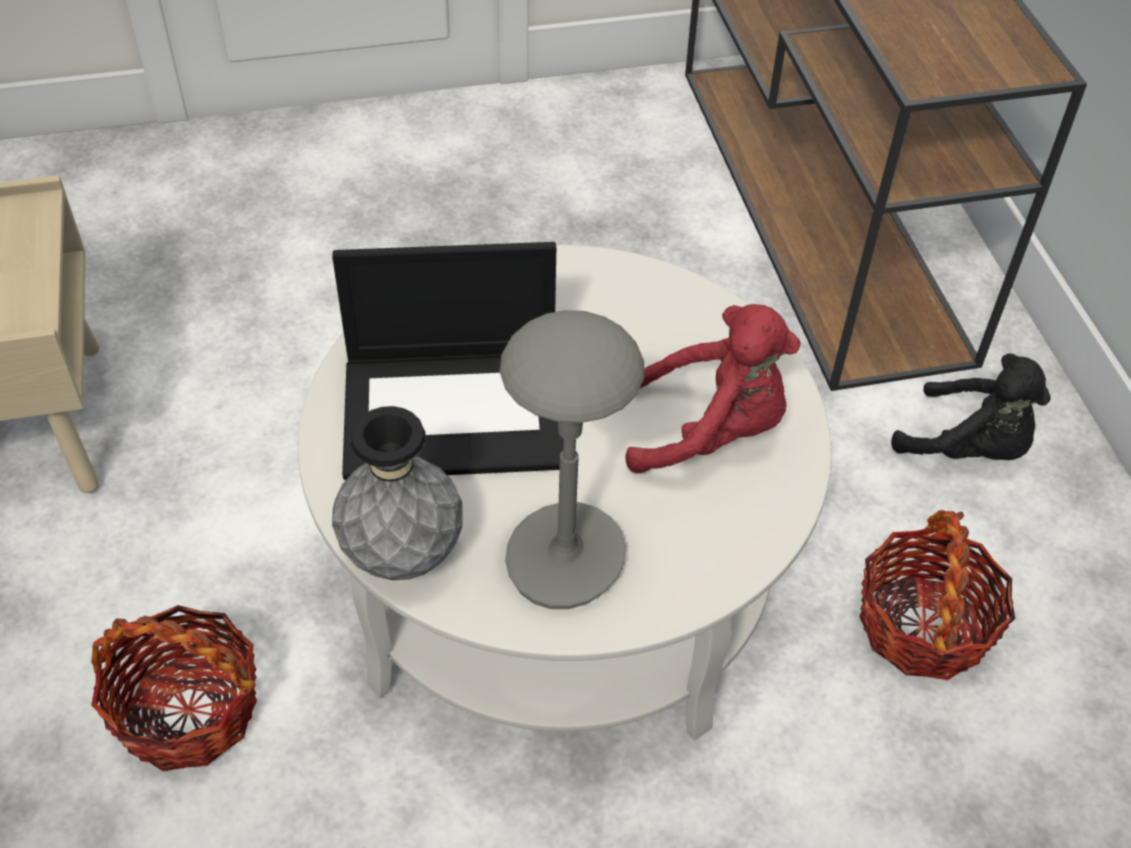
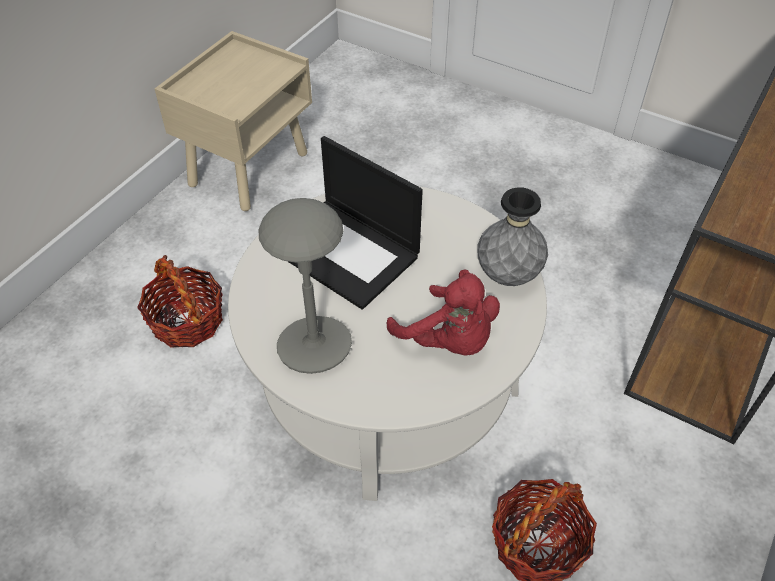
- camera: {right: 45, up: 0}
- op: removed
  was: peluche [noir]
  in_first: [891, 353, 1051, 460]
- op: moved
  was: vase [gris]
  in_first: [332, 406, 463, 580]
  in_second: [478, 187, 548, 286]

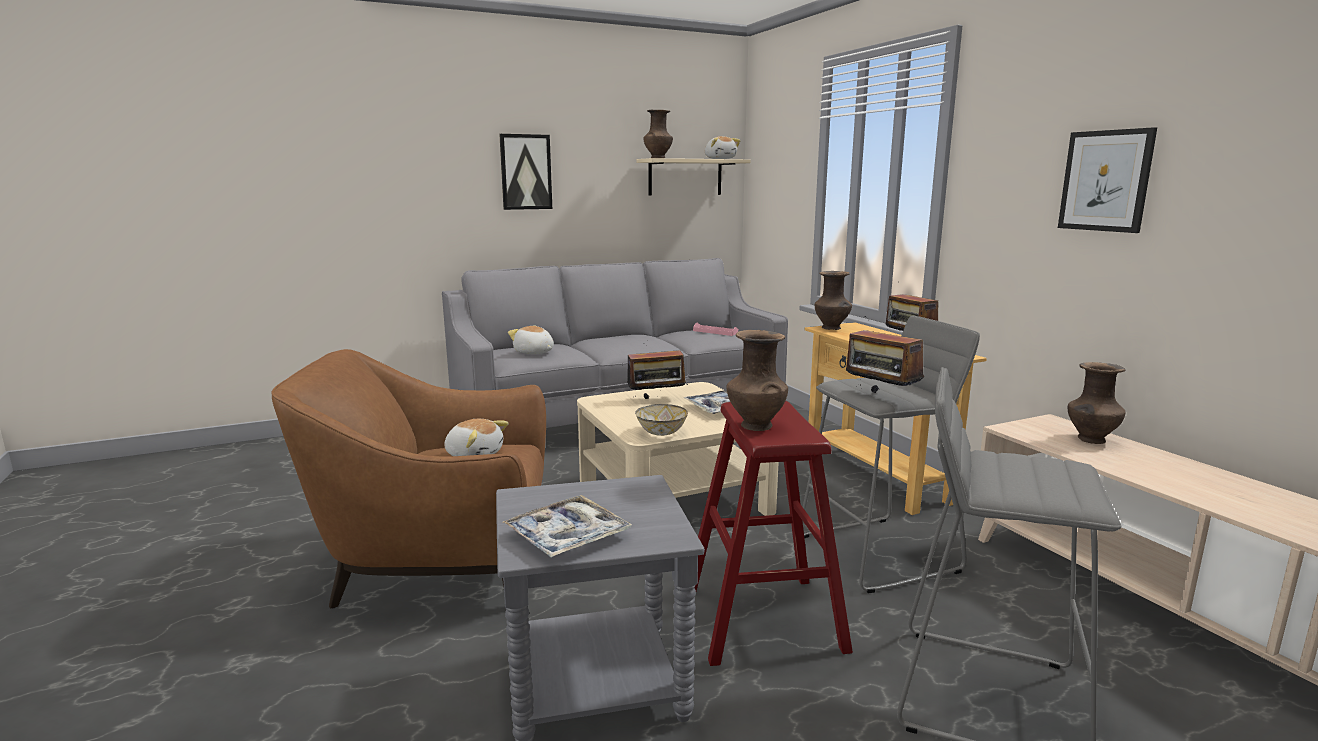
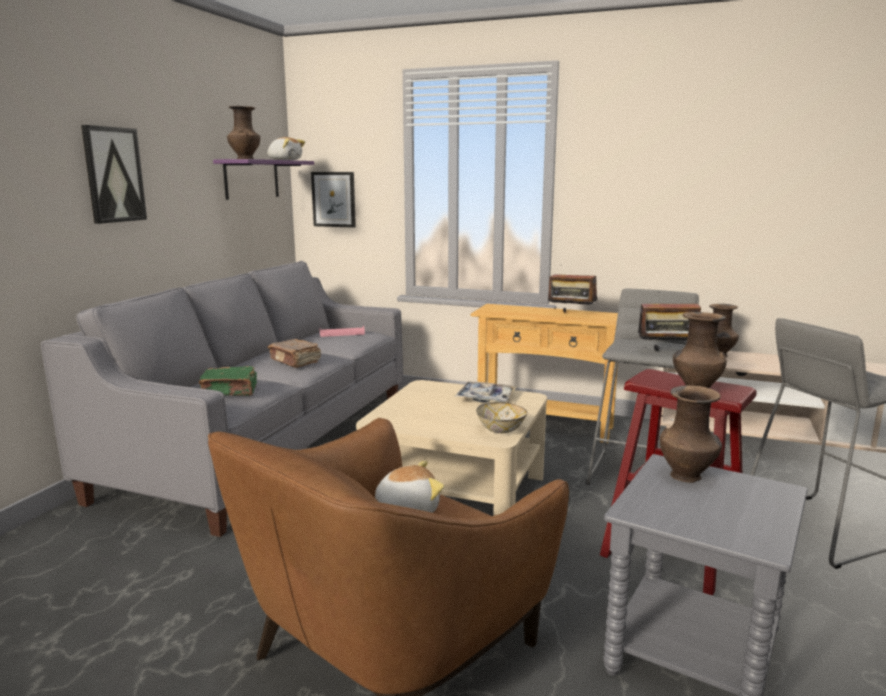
- camera: {right: -45, up: 0}
- op: moved
  was: tableau
  in_first: [1058, 127, 1157, 233]
  in_second: [311, 172, 356, 228]
- op: recoloured
  was: étagère [beige]
  now: étagère [violet]
  in_first: [636, 158, 751, 196]
  in_second: [213, 159, 314, 200]
- op: moved
  was: vase [marron]
  in_first: [815, 271, 852, 330]
  in_second: [660, 385, 722, 483]
- op: replaced
  was: peluche
  now: livre [vert]
  in_first: [508, 325, 554, 354]
  in_second: [199, 366, 257, 396]
- op: removed
  was: radio
  in_first: [627, 343, 689, 399]
- op: removed
  was: plateau
  in_first: [502, 495, 632, 557]
- op: added
  now: livre [marron]
  in_second: [268, 339, 321, 368]

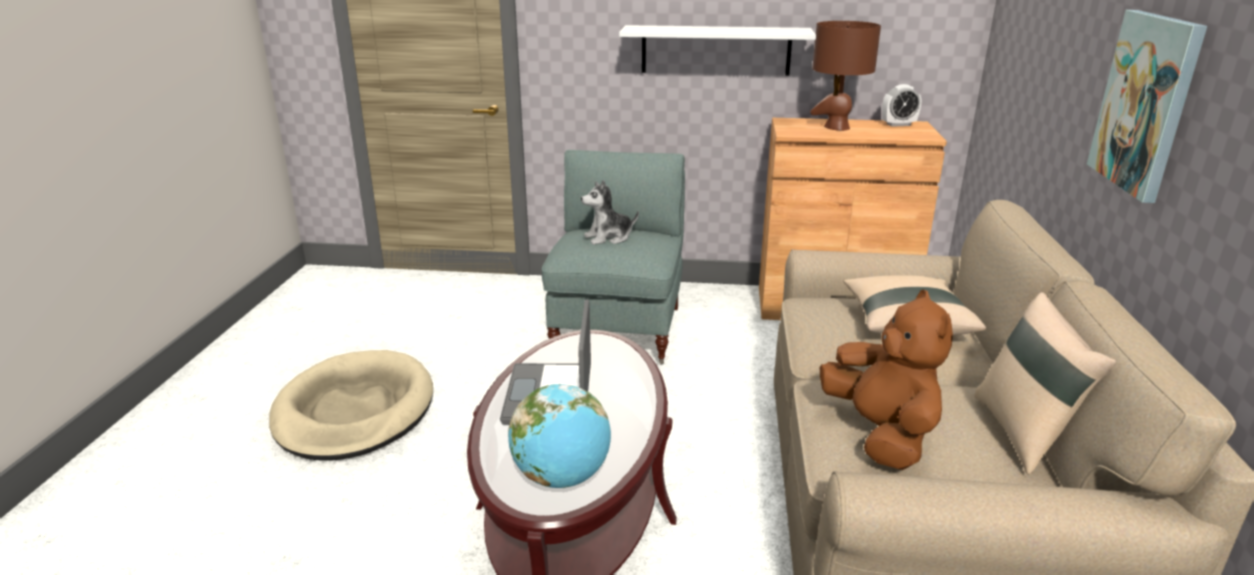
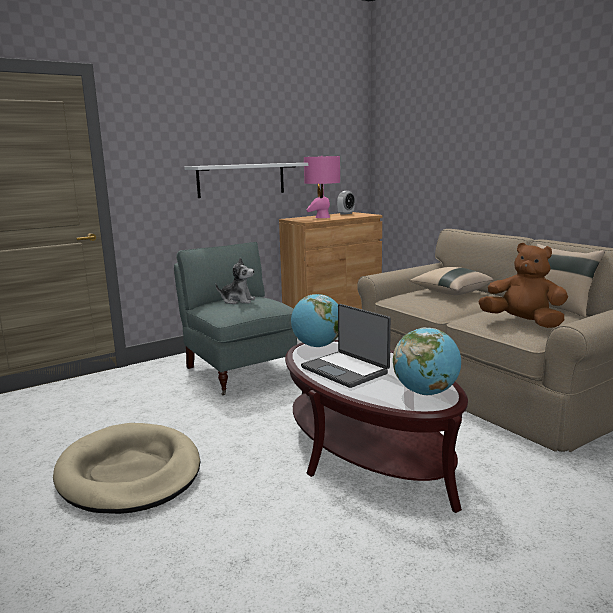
- camera: {right: -40, up: -10}
- op: removed
  was: tableau
  in_first: [1087, 10, 1207, 203]
- op: recoloured
  was: lampe de table [marron]
  now: lampe de table [rose]
  in_first: [810, 21, 881, 131]
  in_second: [304, 156, 340, 218]
- op: turned
  was: peluche
  in_first: [581, 180, 639, 245]
  in_second: [215, 257, 255, 304]
  clockwise: -105
- op: added
  now: globe
  in_second: [291, 294, 338, 347]

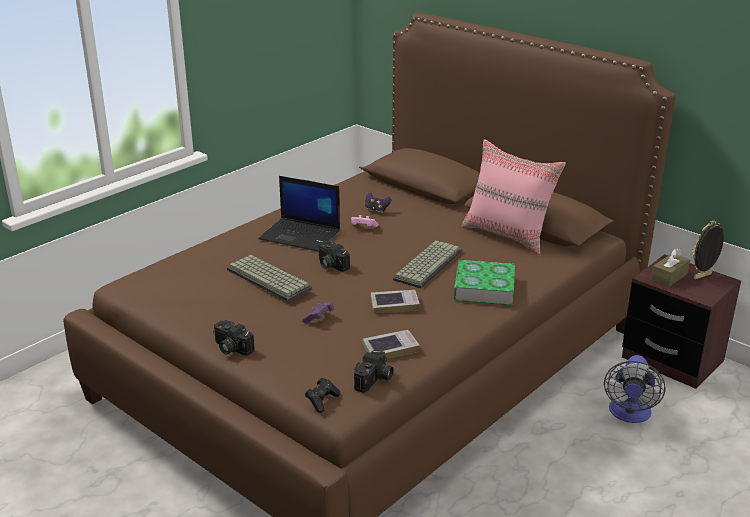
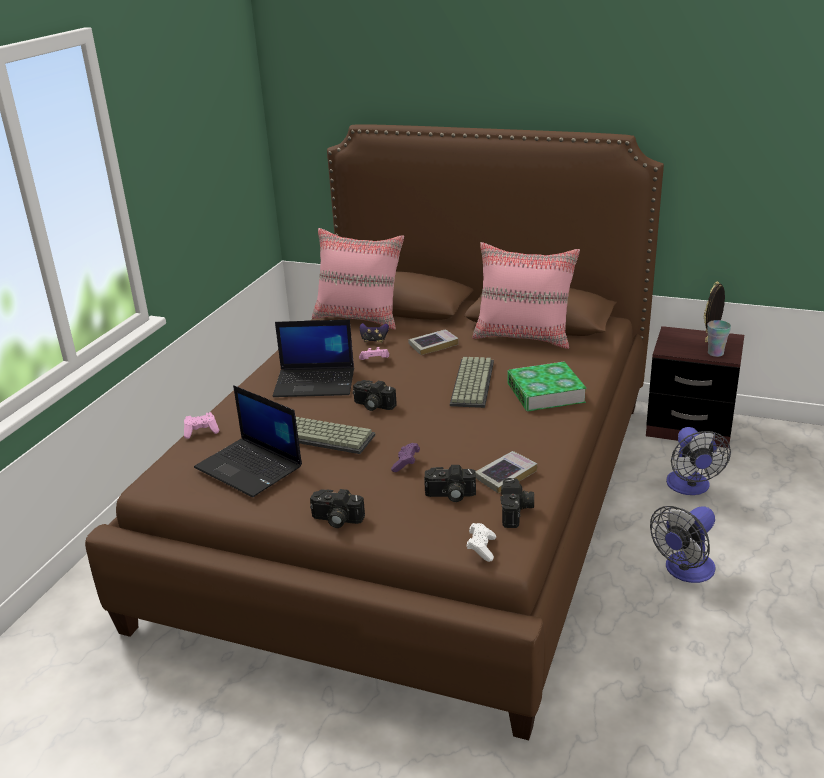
- camera: {right: -20, up: 0}
- op: removed
  was: boîte à mouchoirs [marron]
  in_first: [651, 249, 690, 287]
- op: moved
  was: livre
  in_first: [371, 290, 420, 313]
  in_second: [409, 329, 458, 355]
- op: recoloured
  was: manette [noir]
  now: manette [blanc]
  in_first: [305, 378, 341, 413]
  in_second: [467, 523, 496, 562]
- op: added
  now: coussin [rose]
  in_second: [312, 228, 404, 330]
- op: added
  now: tasse
  in_second: [707, 320, 731, 357]
- op: added
  now: ordinateur portable
  in_second: [194, 385, 302, 497]
- op: added
  now: manette [rose]
  in_second: [184, 412, 219, 439]
- op: added
  now: appareil photo
  in_second: [424, 465, 476, 502]
- op: added
  now: ventilateur
  in_second: [650, 506, 715, 583]

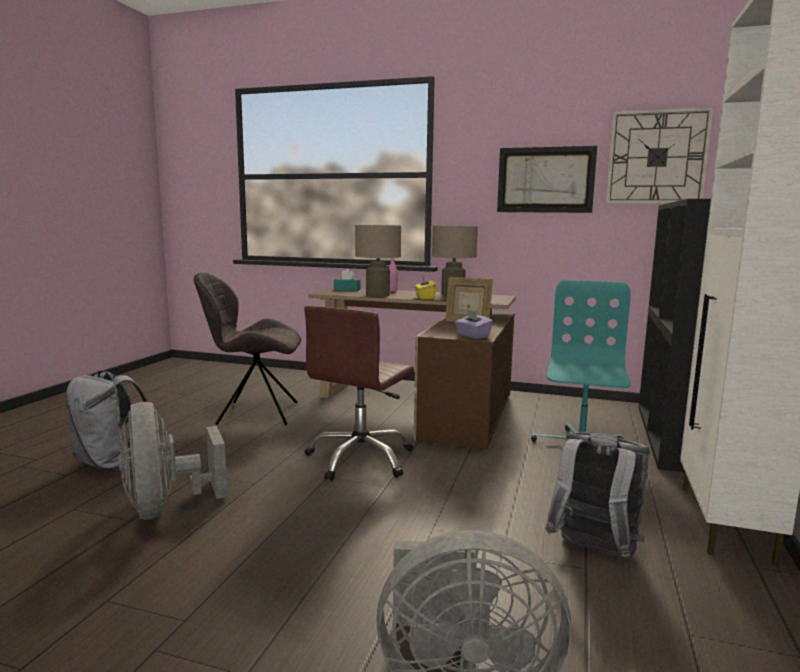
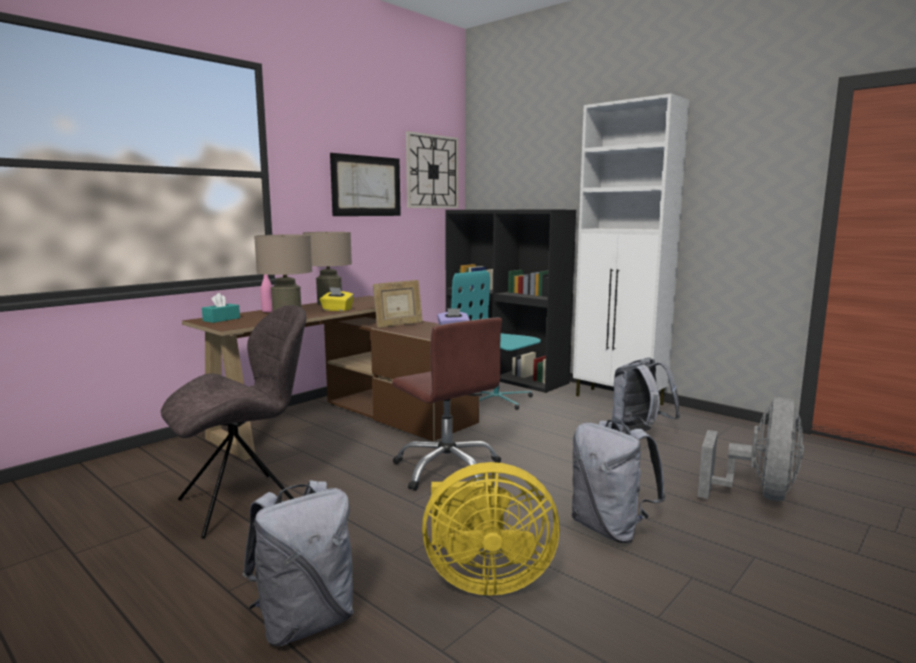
- camera: {right: -65, up: 0}
- op: turned
  was: chaise [gris]
  in_first: [194, 272, 301, 425]
  in_second: [161, 305, 306, 539]
  clockwise: -150
- op: recoloured
  was: ventilateur [gris]
  now: ventilateur [jaune]
  in_first: [118, 402, 227, 520]
  in_second: [422, 462, 560, 595]
- op: added
  now: sac à dos [gris]
  in_second: [572, 420, 666, 543]

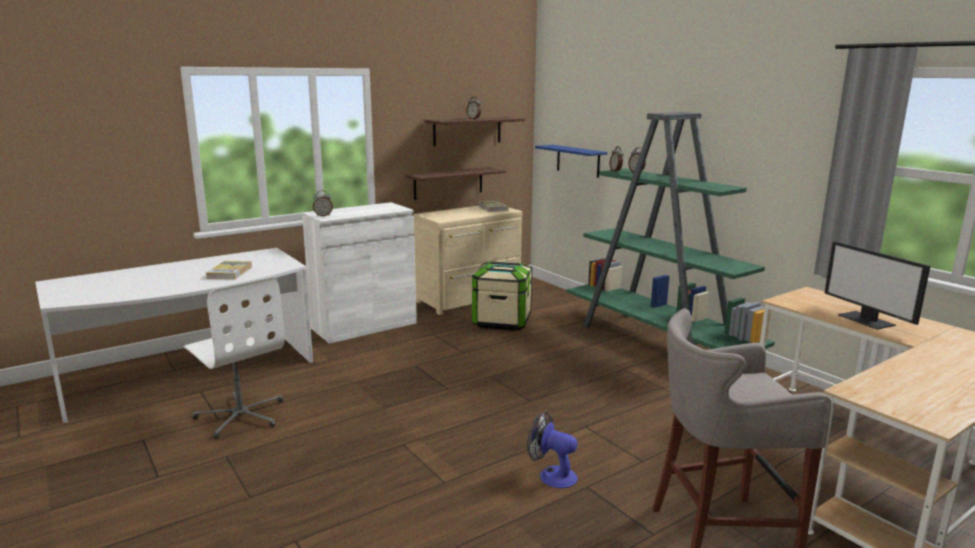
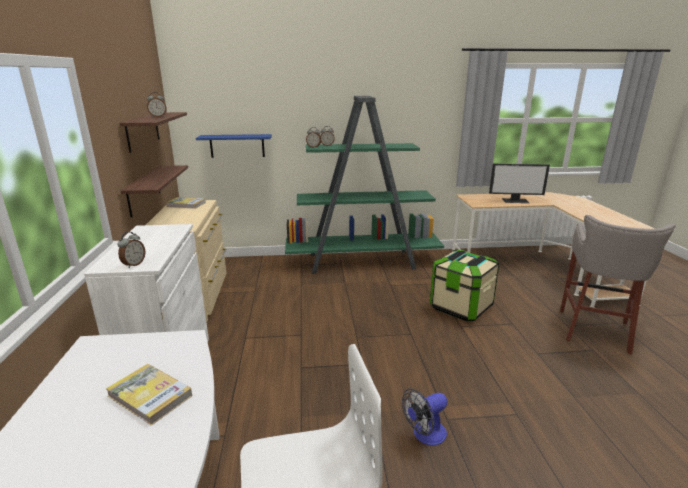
- camera: {right: -60, up: 5}
- op: moved
  was: boîte de rangement
  in_first: [472, 261, 532, 331]
  in_second: [430, 250, 499, 321]
- op: moved
  was: ventilateur
  in_first: [527, 412, 578, 488]
  in_second: [402, 389, 447, 446]

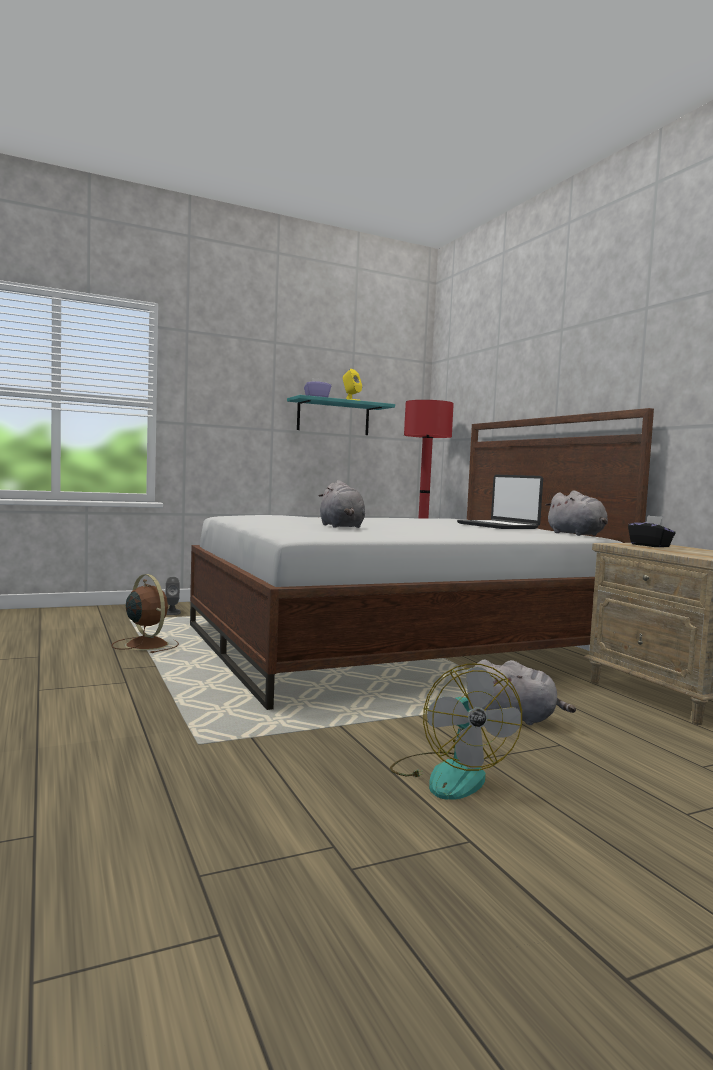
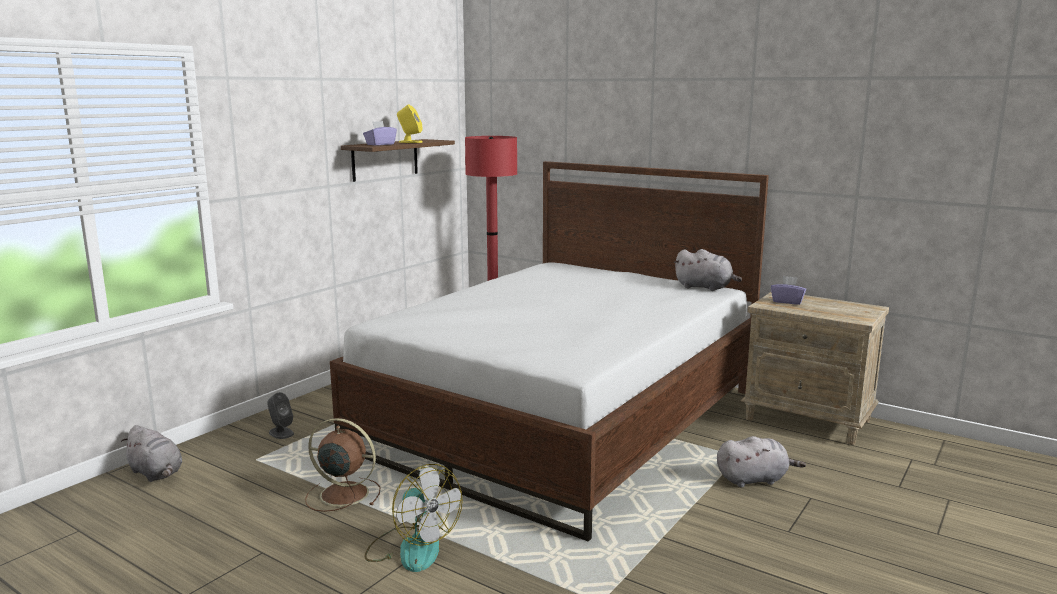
- camera: {right: -30, up: 10}
- op: recoloured
  was: étagère [turquoise]
  now: étagère [marron]
  in_first: [287, 395, 395, 435]
  in_second: [340, 139, 455, 182]
- op: removed
  was: ordinateur portable
  in_first: [457, 475, 543, 529]
- op: moved
  was: peluche [gris]
  in_first: [319, 480, 365, 528]
  in_second: [121, 425, 182, 482]
- op: recoloured
  was: boîte à mouchoirs [noir]
  now: boîte à mouchoirs [violet]
  in_first: [628, 515, 676, 547]
  in_second: [771, 276, 806, 305]
- op: moved
  was: ventilateur
  in_first: [390, 663, 522, 800]
  in_second: [364, 464, 463, 572]

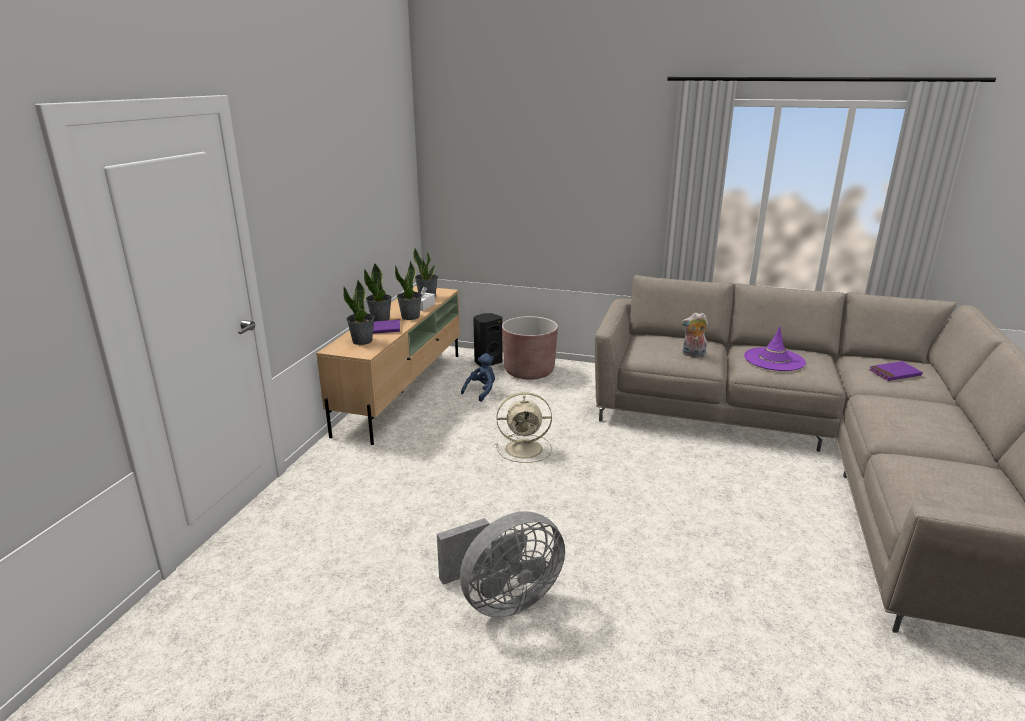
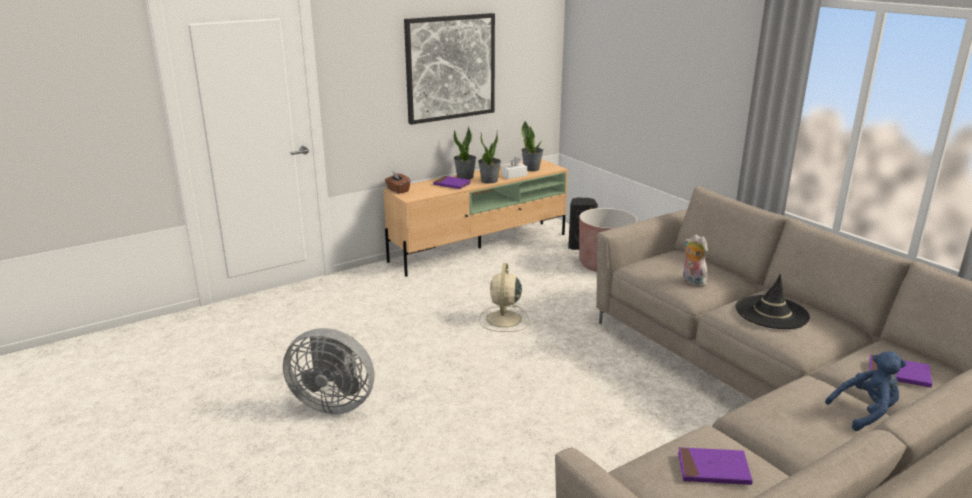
- camera: {right: 40, up: 0}
- op: removed
  was: plante en pot
  in_first: [343, 280, 374, 345]
- op: recoloured
  was: chapeau [violet]
  now: chapeau [noir]
  in_first: [744, 327, 806, 371]
  in_second: [736, 274, 810, 329]
- op: moved
  was: peluche [bleu]
  in_first: [461, 353, 495, 402]
  in_second: [825, 351, 906, 431]
- op: turned
  was: ventilateur [beige]
  in_first: [495, 392, 552, 463]
  in_second: [479, 263, 530, 332]
  clockwise: 60
- op: added
  now: tableau
  in_second: [404, 13, 495, 125]
- op: added
  now: boîte à mouchoirs [marron]
  in_second: [385, 172, 411, 194]
- op: added
  now: livre [violet]
  in_second: [678, 447, 753, 485]

